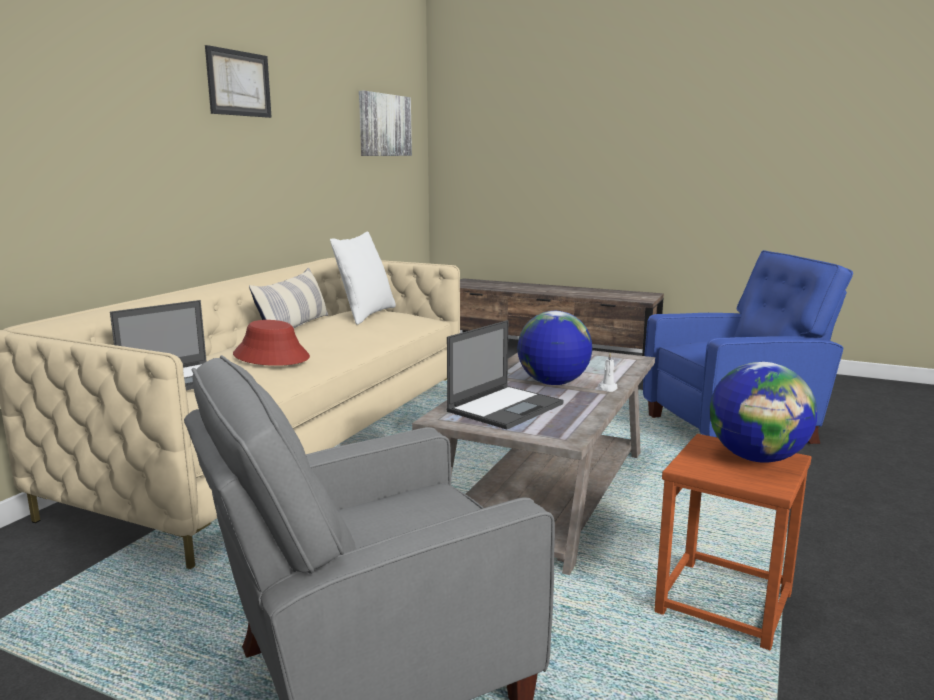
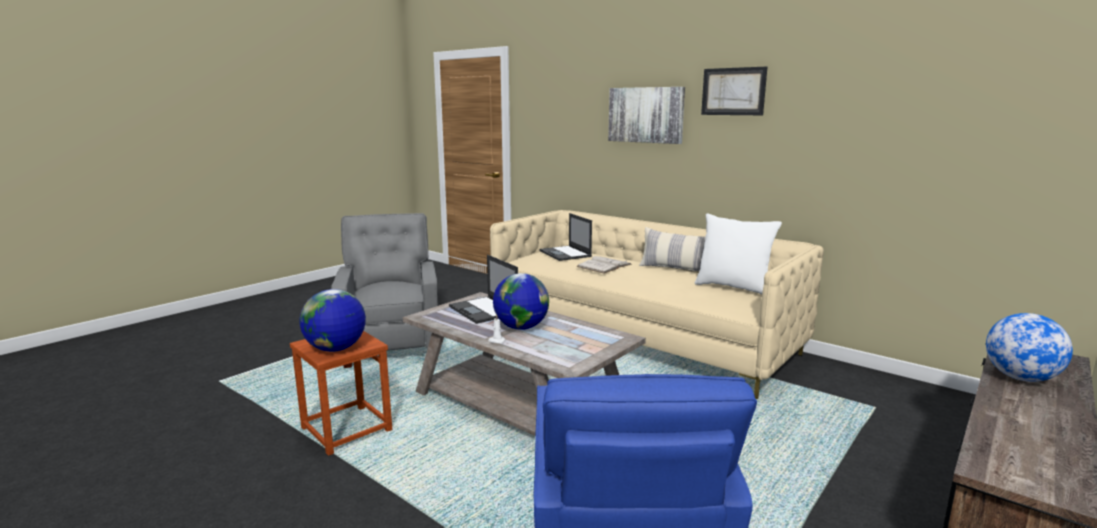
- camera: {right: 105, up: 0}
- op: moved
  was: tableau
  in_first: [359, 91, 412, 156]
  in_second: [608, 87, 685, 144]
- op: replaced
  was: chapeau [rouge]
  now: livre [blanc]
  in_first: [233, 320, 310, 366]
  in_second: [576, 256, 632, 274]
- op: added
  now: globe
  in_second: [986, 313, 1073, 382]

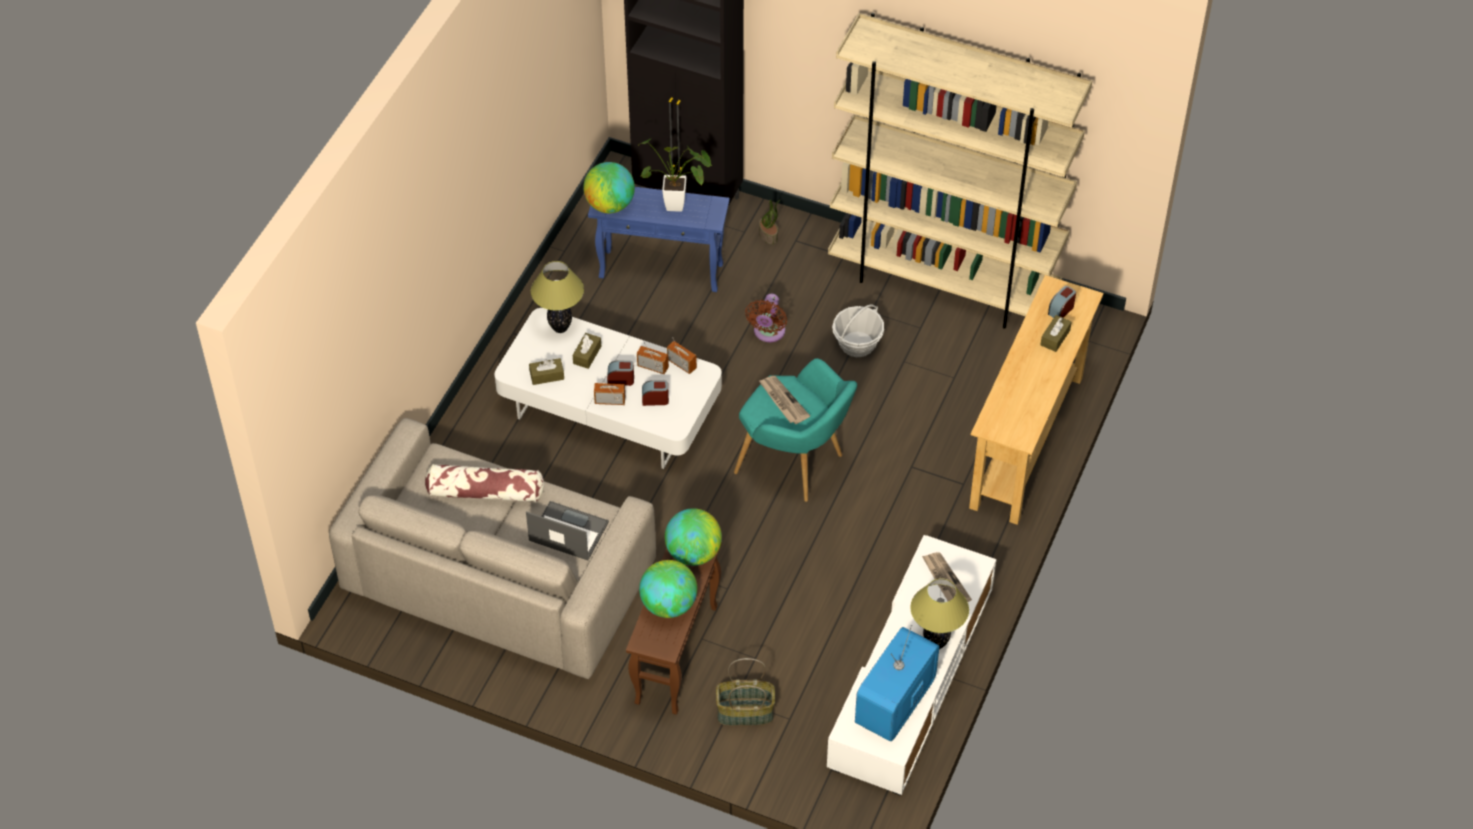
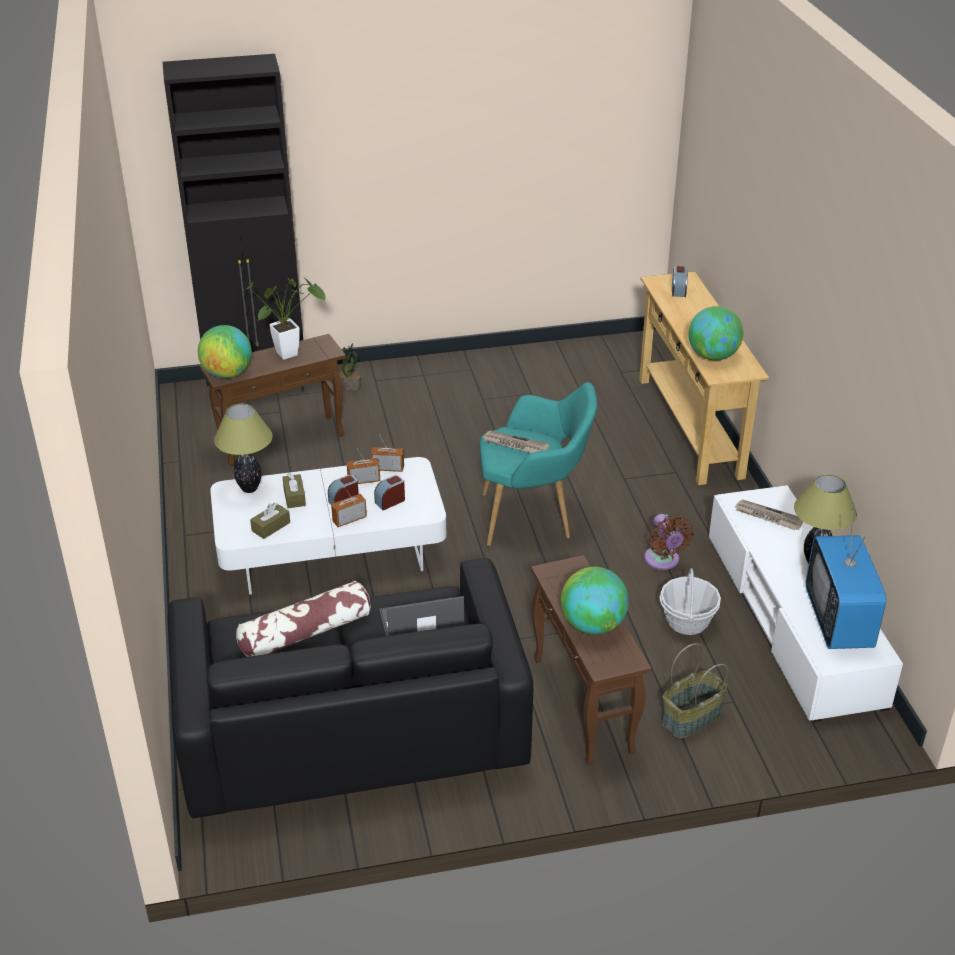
- camera: {right: -35, up: -15}
- op: removed
  was: bibliothèque [beige]
  in_first: [828, 13, 1092, 329]
- op: recoloured
  was: table d'appoint [bleu]
  now: table d'appoint [marron]
  in_first: [588, 187, 730, 292]
  in_second: [200, 334, 346, 466]
- op: moved
  was: ventilateur [marron]
  in_first: [745, 294, 787, 342]
  in_second: [644, 514, 694, 570]
- op: moved
  was: panier
  in_first: [832, 304, 884, 357]
  in_second: [659, 568, 721, 635]
- op: removed
  was: boîte à mouchoirs [marron]
  in_first: [1041, 315, 1072, 352]
- op: recoloured
  was: canapé [beige]
  now: canapé [noir]
  in_first: [329, 418, 656, 679]
  in_second: [168, 558, 533, 818]
- op: moved
  was: globe
  in_first: [665, 508, 722, 566]
  in_second: [689, 306, 743, 361]

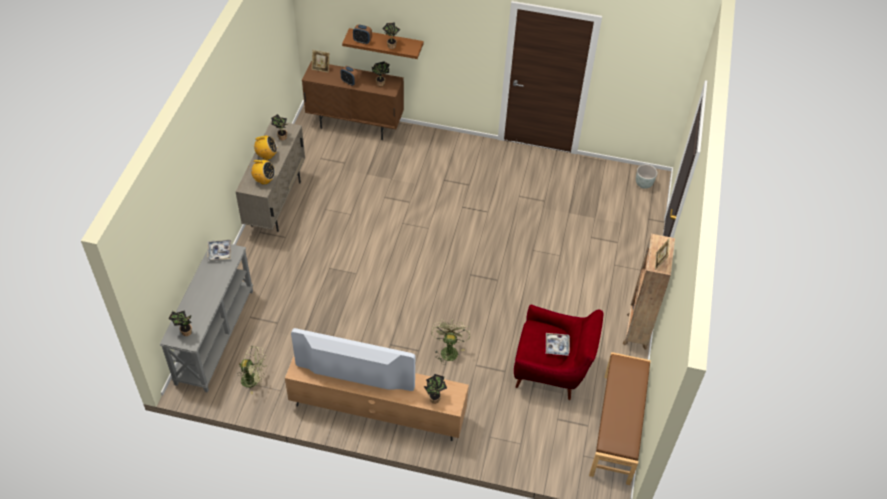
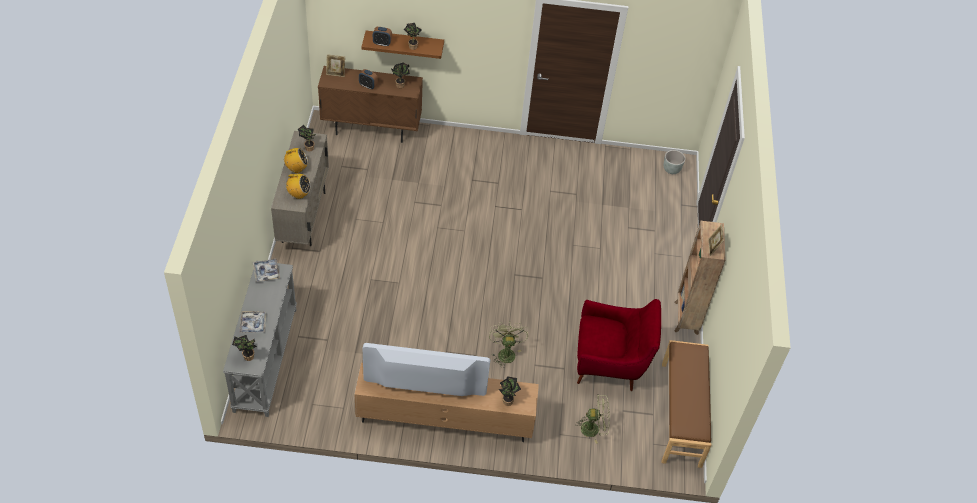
- camera: {right: -10, up: 0}
- op: moved
  was: plateau
  in_first: [546, 333, 570, 356]
  in_second: [239, 311, 266, 333]
- op: moved
  was: ventilateur [vert]
  in_first: [237, 346, 267, 394]
  in_second: [575, 394, 610, 444]

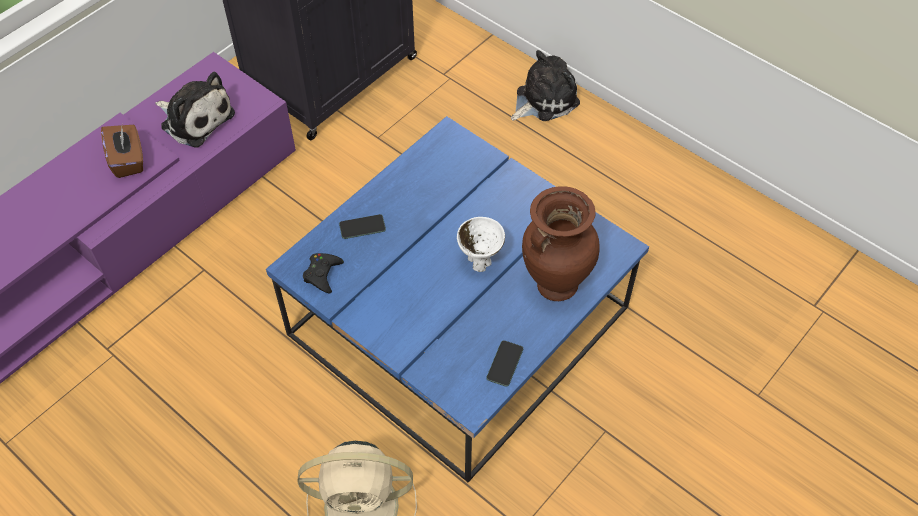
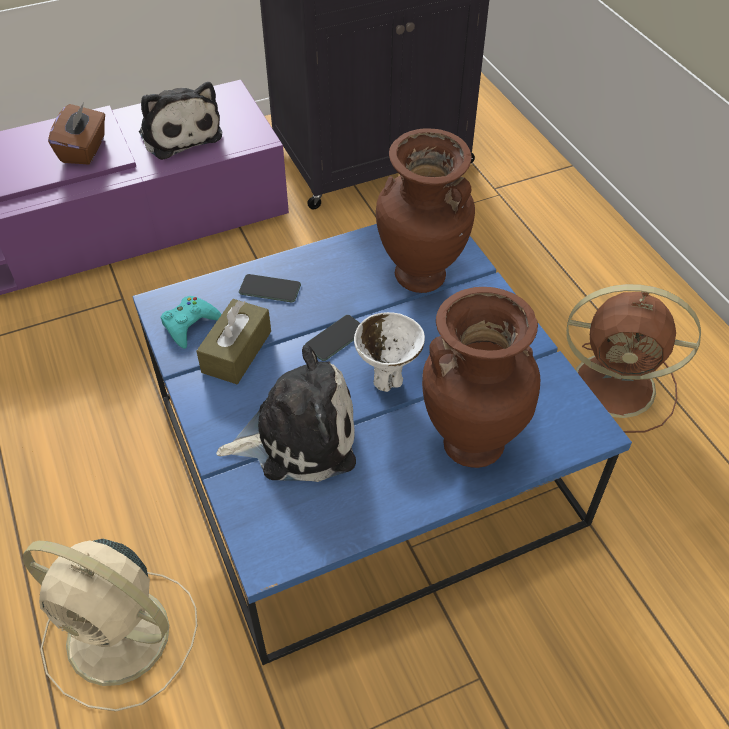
- camera: {right: 25, up: -5}
- op: moved
  was: peluche
  in_first: [511, 50, 580, 121]
  in_second: [216, 345, 356, 482]
- op: recoloured
  was: manette [noir]
  now: manette [turquoise]
  in_first: [303, 253, 344, 294]
  in_second: [161, 296, 222, 349]
- op: moved
  was: téléphone
  in_first: [486, 340, 523, 387]
  in_second: [305, 315, 360, 361]
- op: added
  now: vase [marron]
  in_second: [376, 128, 475, 293]
- op: added
  now: ventilateur [marron]
  in_second: [566, 284, 701, 433]
- op: added
  now: boîte à mouchoirs [marron]
  in_second: [196, 299, 271, 384]

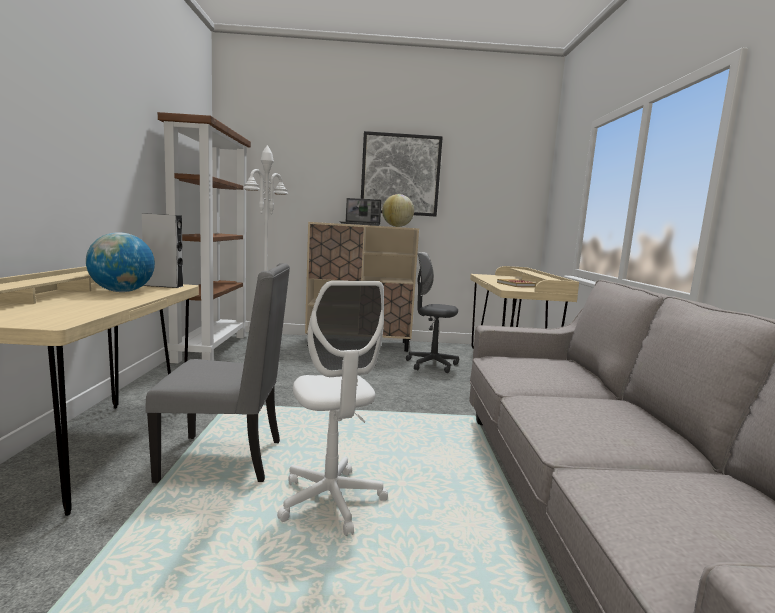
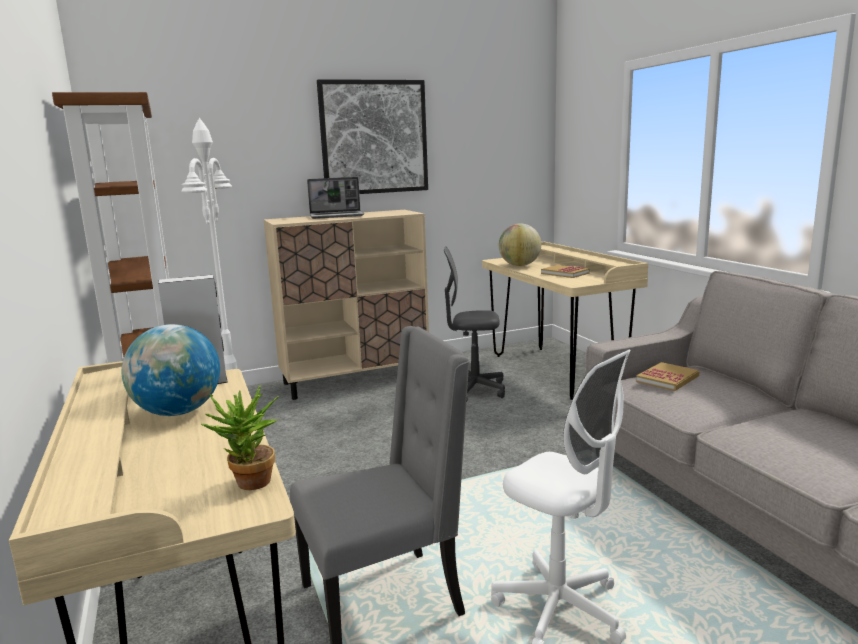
- camera: {right: -20, up: 5}
- op: moved
  was: globe
  in_first: [382, 194, 414, 227]
  in_second: [499, 224, 541, 266]
- op: added
  now: livre
  in_second: [636, 362, 700, 391]
- op: added
  now: plante en pot
  in_second: [201, 385, 280, 490]

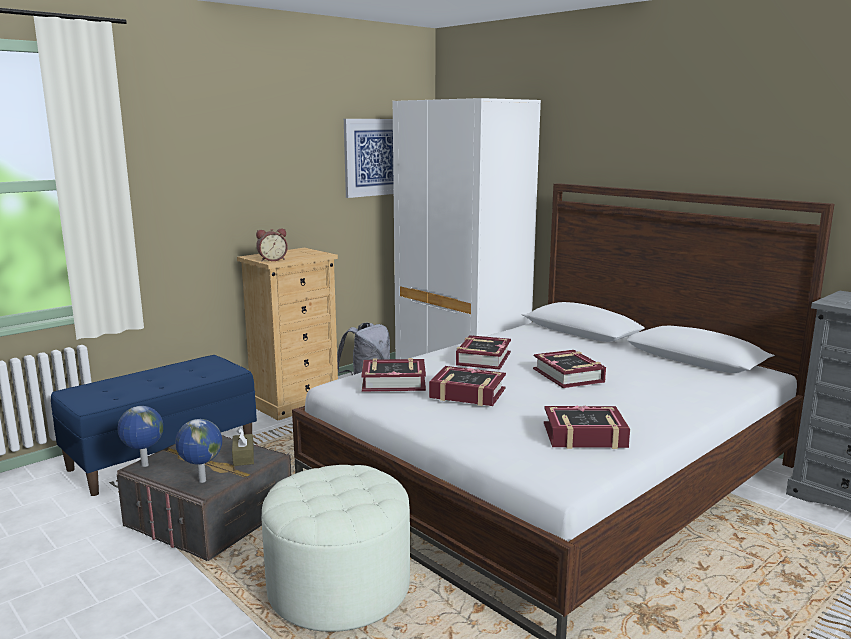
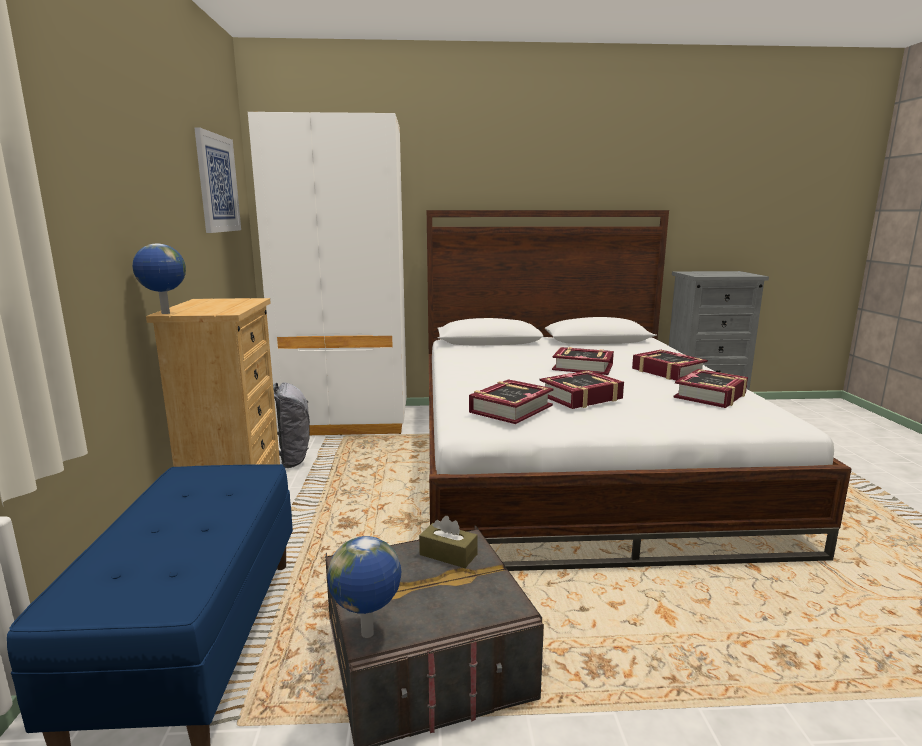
- camera: {right: -50, up: 0}
- op: removed
  was: réveil
  in_first: [256, 228, 288, 261]
- op: moved
  was: livre
  in_first: [456, 335, 511, 370]
  in_second: [632, 350, 708, 381]
- op: moved
  was: globe
  in_first: [175, 419, 222, 483]
  in_second: [132, 243, 186, 314]
- op: removed
  was: pouf [blanc]
  in_first: [262, 465, 410, 632]

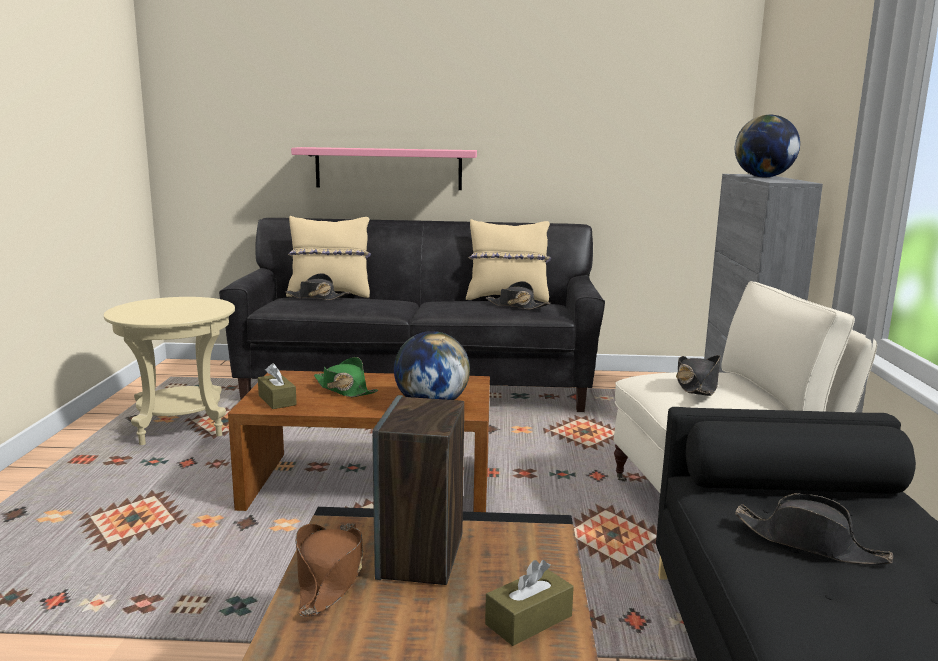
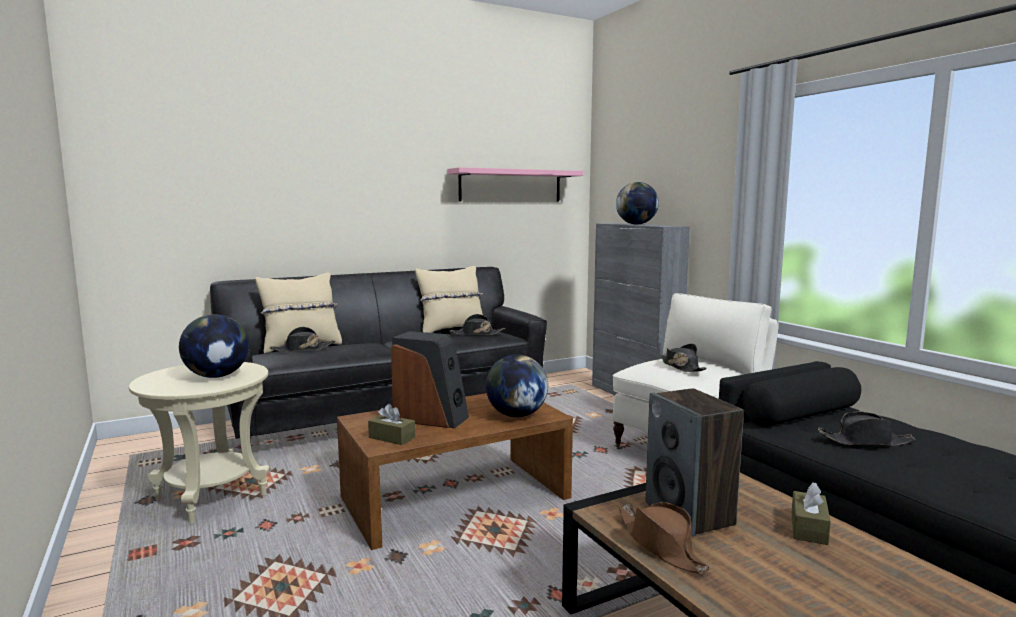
- camera: {right: -30, up: -5}
- op: moved
  was: étagère [rose]
  in_first: [291, 147, 477, 190]
  in_second: [447, 167, 584, 202]
- op: replaced
  was: chapeau [vert]
  now: enceinte
  in_first: [314, 357, 378, 397]
  in_second: [391, 331, 469, 428]
- op: added
  now: globe
  in_second: [179, 314, 249, 378]

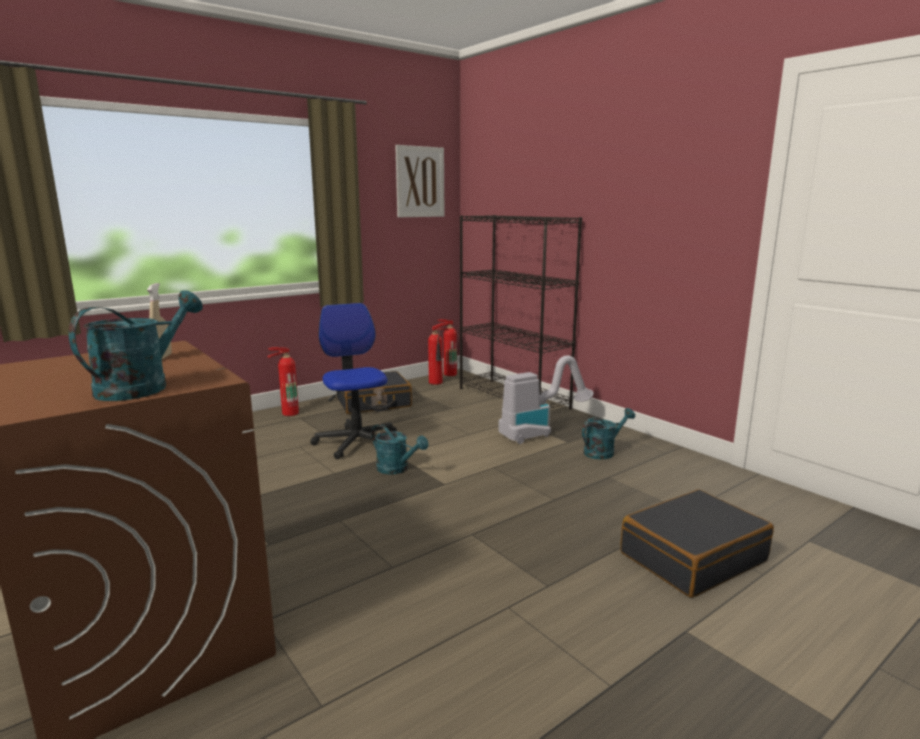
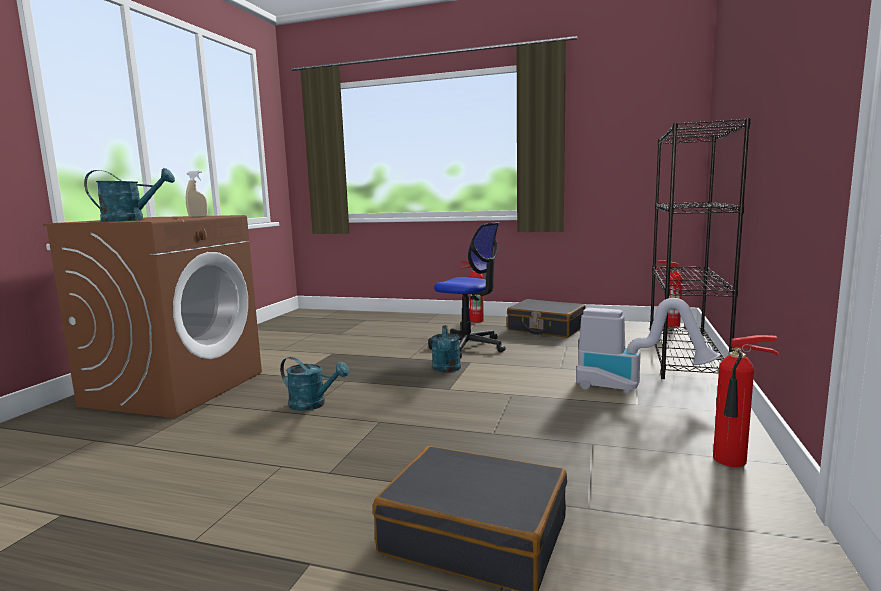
- camera: {right: 55, up: -5}
- op: removed
  was: tableau
  in_first: [395, 145, 444, 217]
- op: turned
  was: chaise de bureau
  in_first: [310, 303, 397, 459]
  in_second: [428, 222, 506, 359]
  clockwise: 90
- op: moved
  was: extincteur
  in_first: [428, 322, 449, 385]
  in_second: [713, 335, 779, 467]
- op: moved
  was: arrosoir [turquoise]
  in_first: [582, 408, 635, 459]
  in_second: [280, 357, 349, 411]

